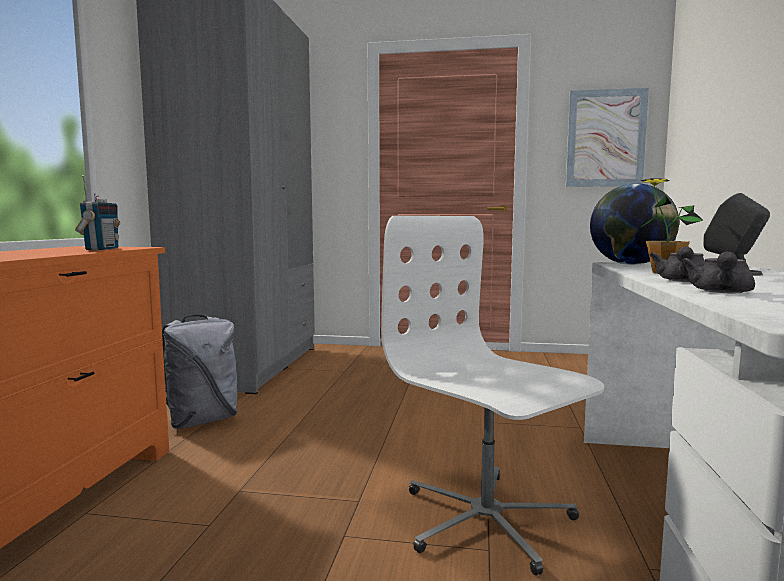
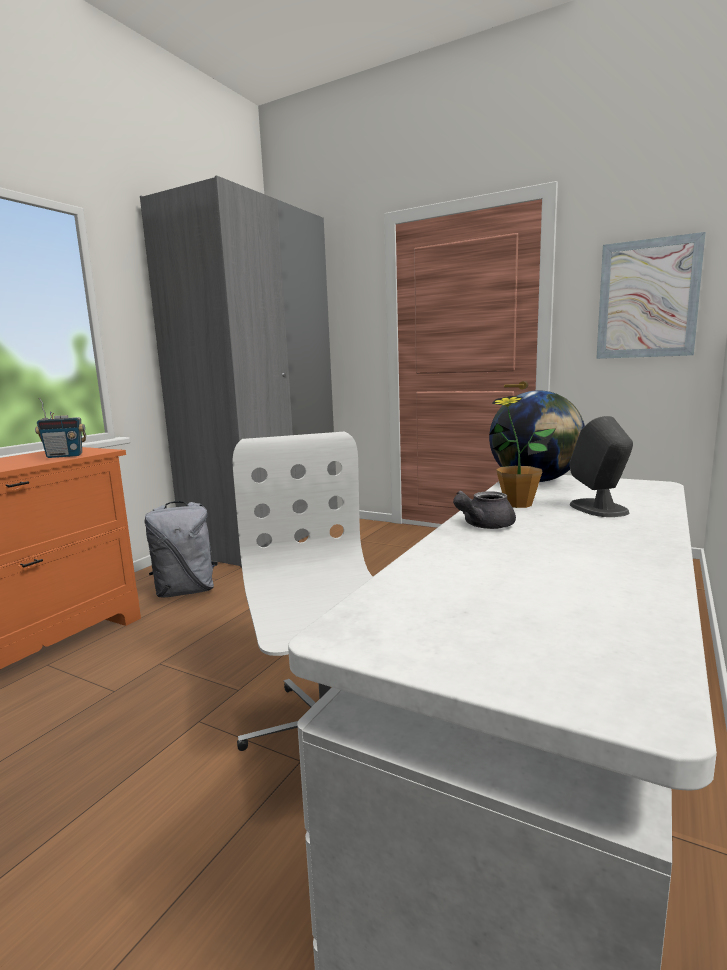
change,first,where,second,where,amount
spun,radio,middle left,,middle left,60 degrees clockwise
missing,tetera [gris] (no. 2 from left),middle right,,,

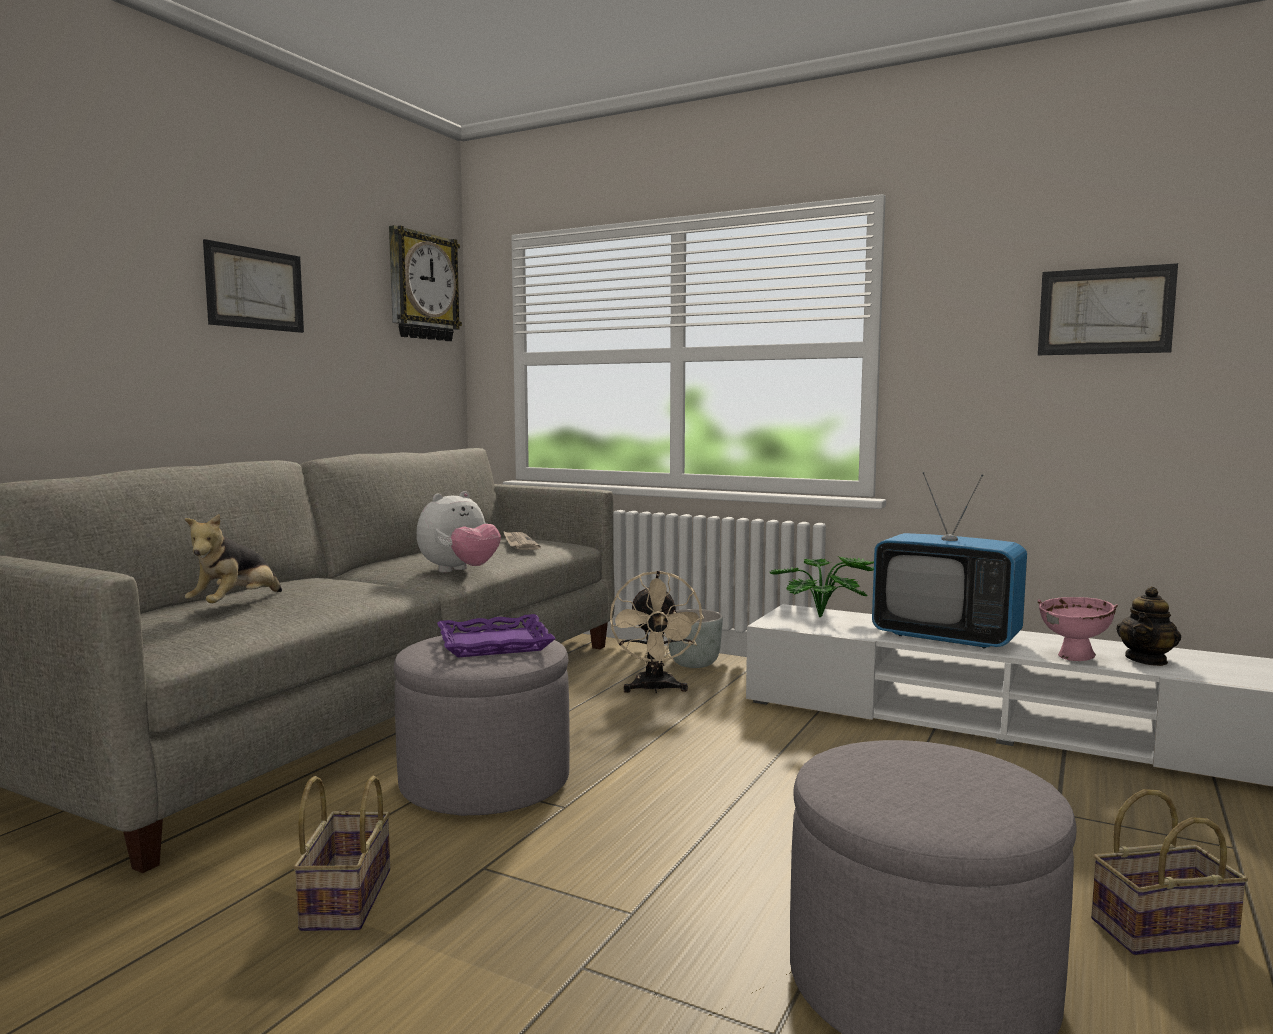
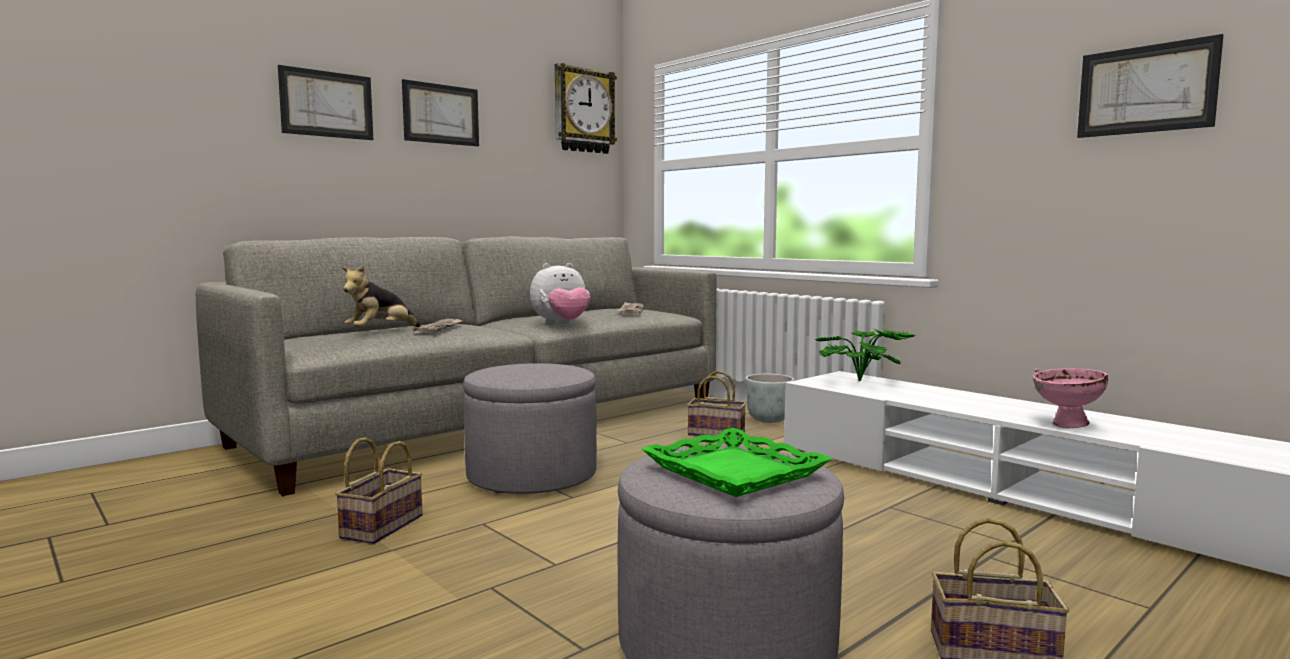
change,first,where,second,where,amount
missing,televisor,middle right,,,
exchanged,ventilador [beis],centre,cesta (no. 2 from left),centre,
missing,tetera,middle right,,,
missing,bandeja [morado],centre,,,
appeared,,,cuadro (no. 1 from left),top left,
appeared,,,periódico (no. 1 from left),centre,
appeared,,,bandeja [verde],bottom centre,

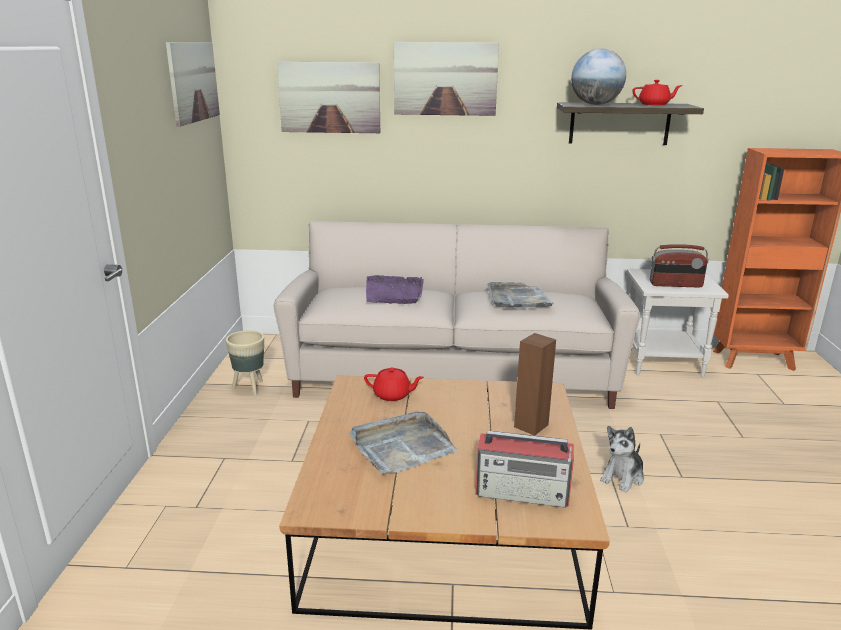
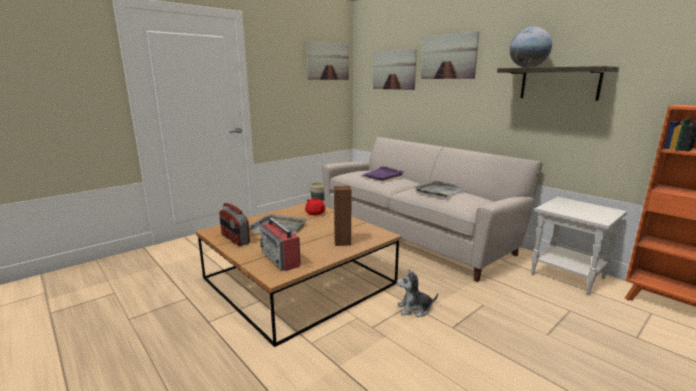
change,first,where,second,where,amount
missing,tetera [rojo] (no. 2 from left),top right,,,
relocated,radio (no. 2 from left in the first image),middle right,radio (no. 1 from left),centre,

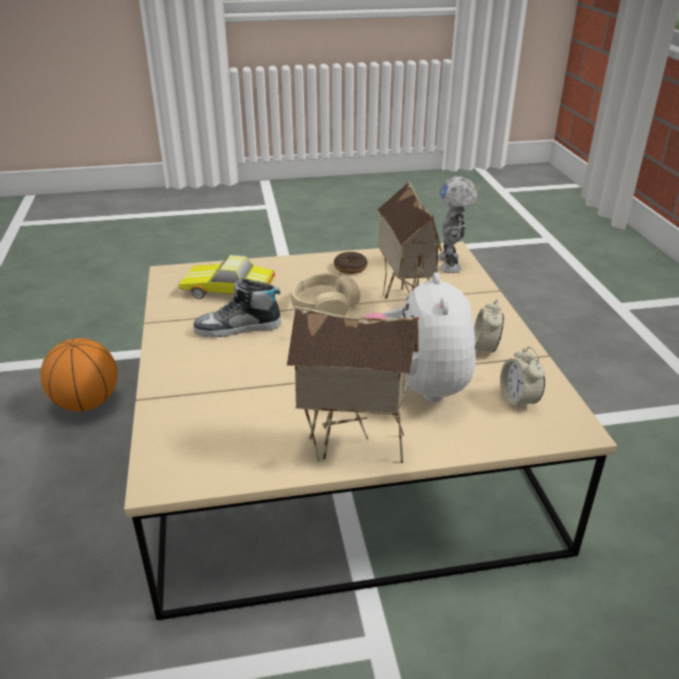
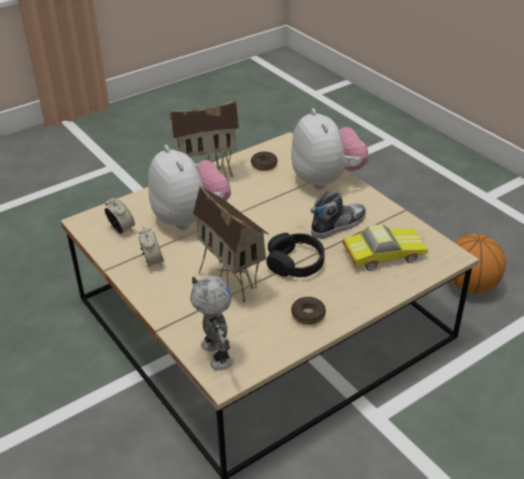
change,first,where,second,where,amount
colour,auriculares [beis],centre,auriculares [negro],centre,
appeared,,,peluche (no. 2 from left),top centre,
appeared,,,rosquilla (no. 1 from left),centre,

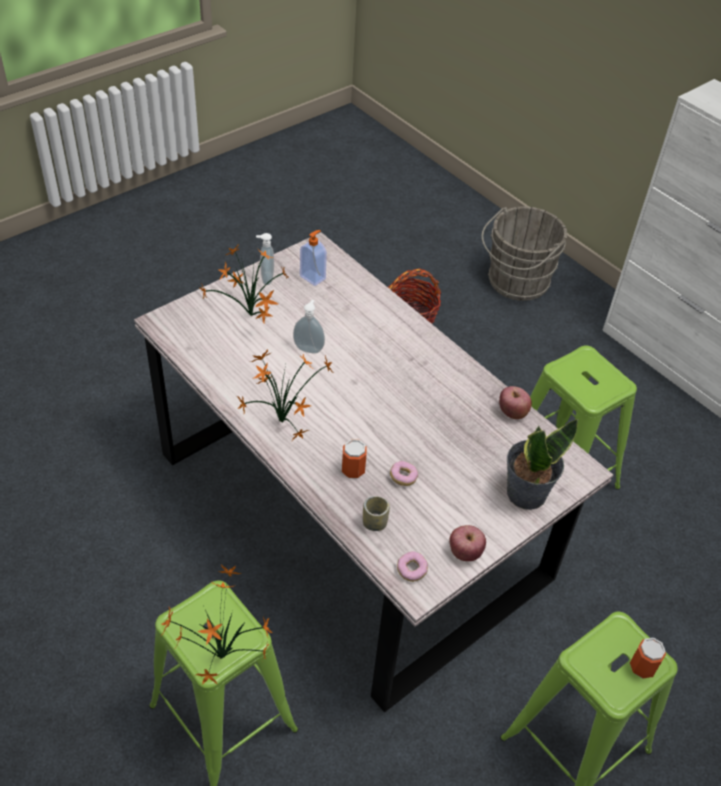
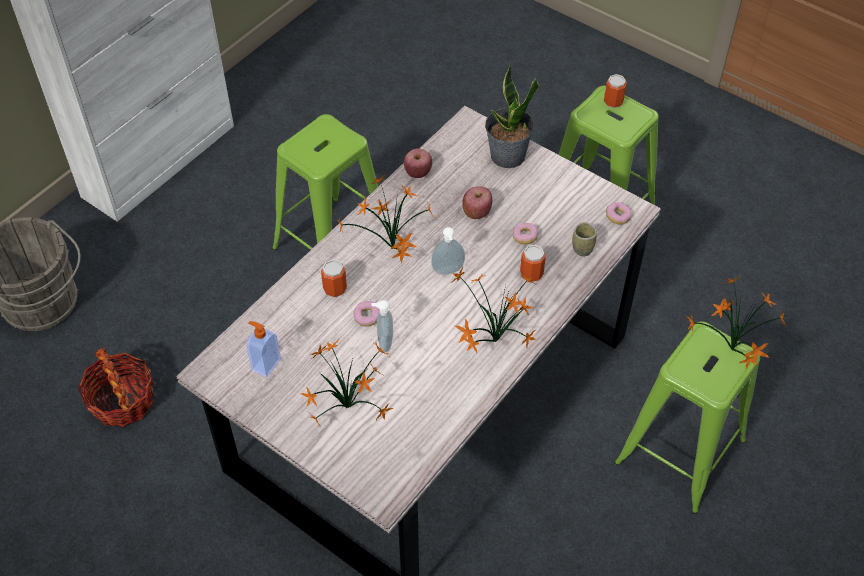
change,first,where,second,where,amount
relocated,dispensador de jabón (no. 1 from left in the first image),top centre,dispensador de jabón (no. 3 from left),centre,
relocated,manzana (no. 1 from left in the first image),bottom centre,manzana (no. 2 from left),centre,
appeared,,,planta en maceta (no. 2 from left),centre,
appeared,,,lata (no. 1 from left),centre,
appeared,,,rosquilla (no. 1 from left),centre,

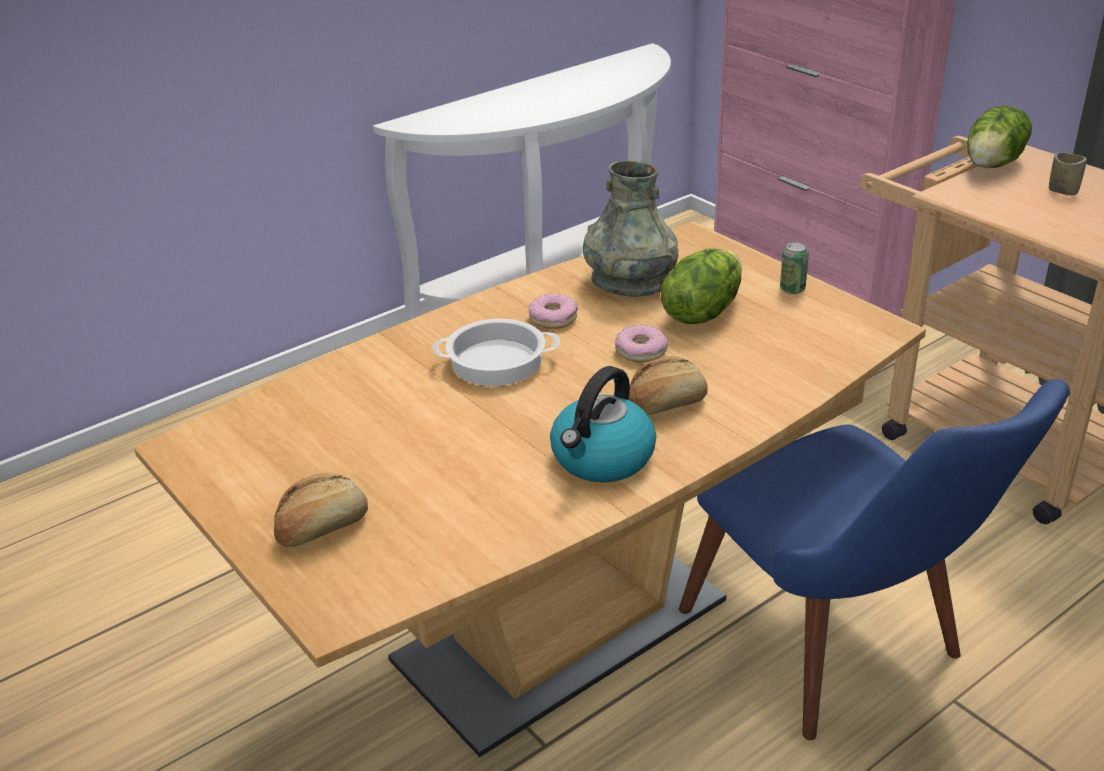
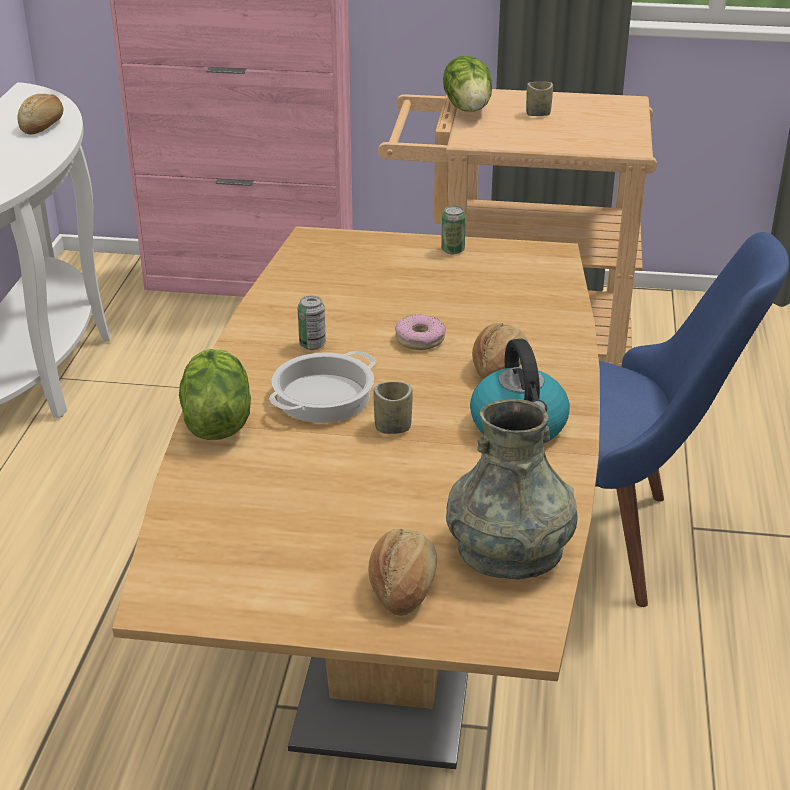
change,first,where,second,where,amount
relocated,florero [gris],top centre,,centre,
relocated,lechuga (no. 1 from left),centre,,middle left,
exchanged,rosquilla (no. 1 from left),centre,lata (no. 1 from left),centre,
appeared,,,pan (no. 1 from left),top left,
appeared,,,taza (no. 1 from left),centre,

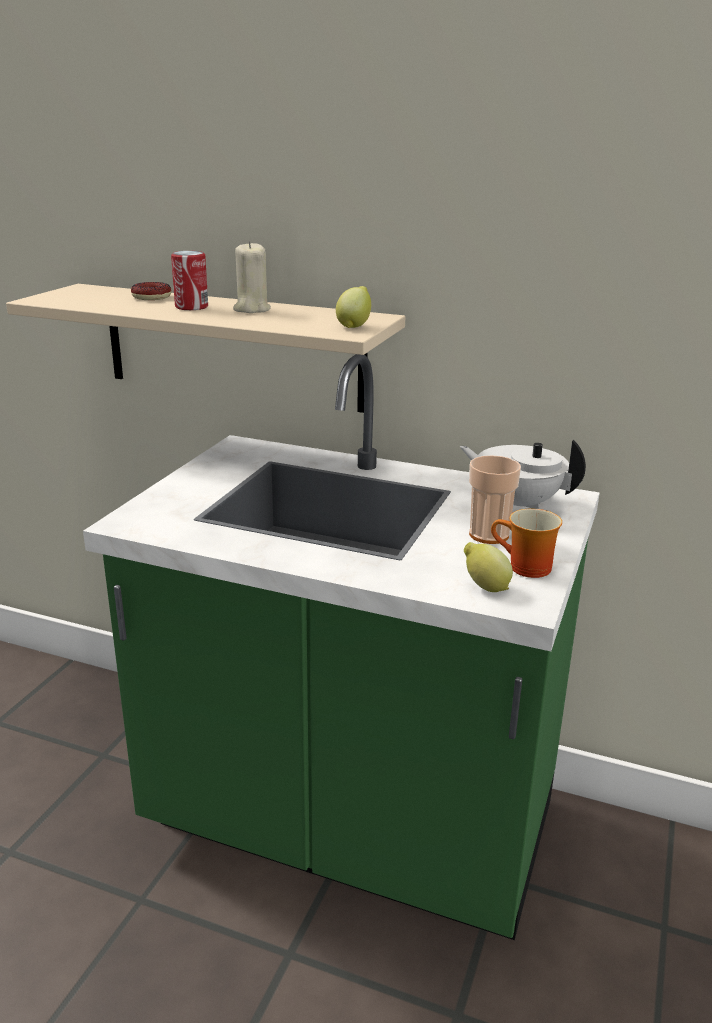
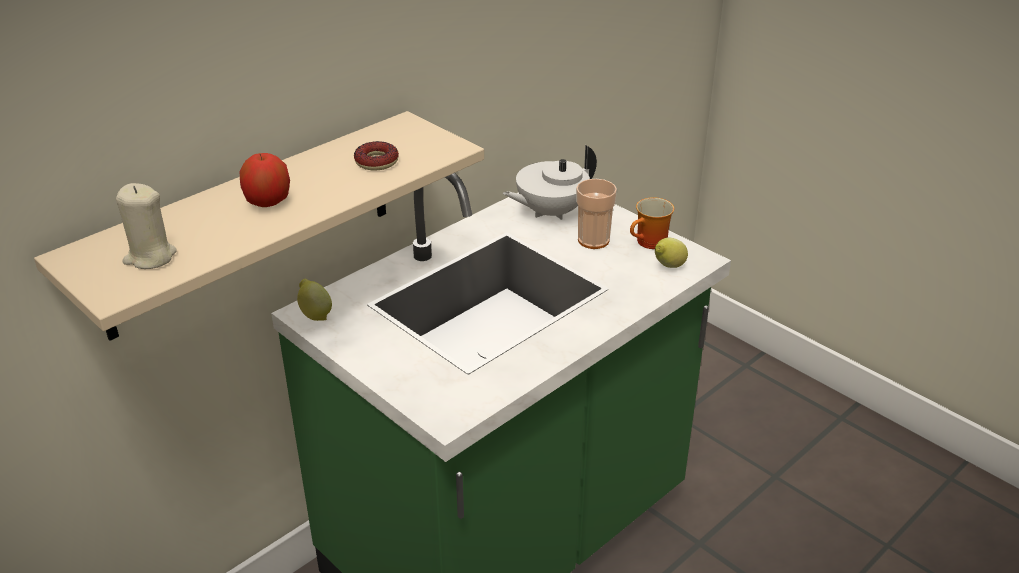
change,first,where,second,where,amount
relocated,vela [beis],top centre,,middle left,
exchanged,lata,top left,manzana,top left,
relocated,rosquilla,top left,,top centre,
relocated,limón (no. 1 from left),top centre,,middle left,

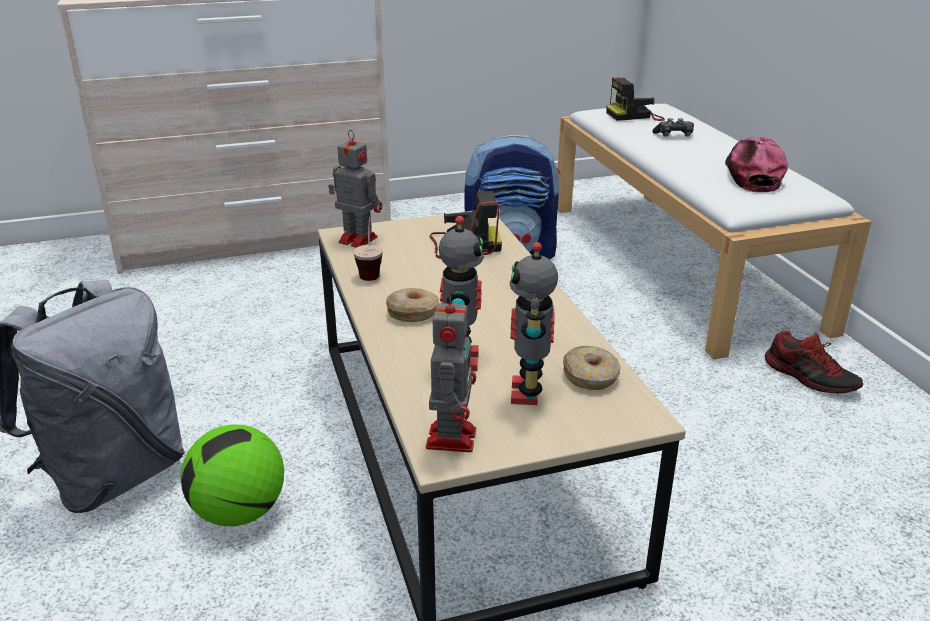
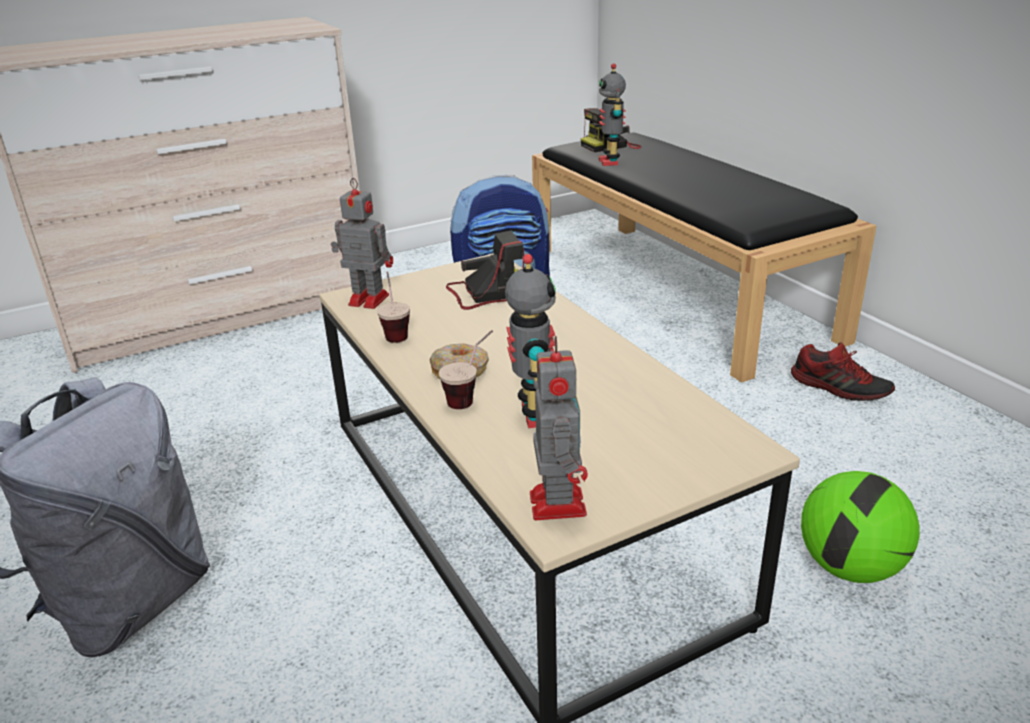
change,first,where,second,where,amount
colour,banco [blanco],middle right,banco [negro],middle right,
missing,mando de consola,top right,,,
missing,gorra,top right,,,
relocated,robot de juguete (no. 4 from left),centre,,top centre,
missing,rosquilla (no. 2 from left),centre,,,
relocated,balón de fútbol,bottom left,,bottom right,
appeared,,,taza (no. 2 from left),centre,

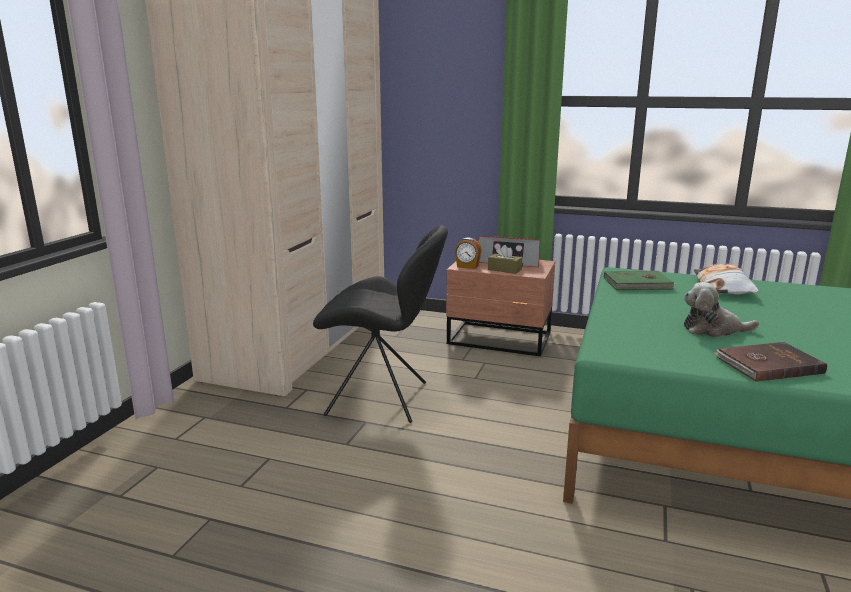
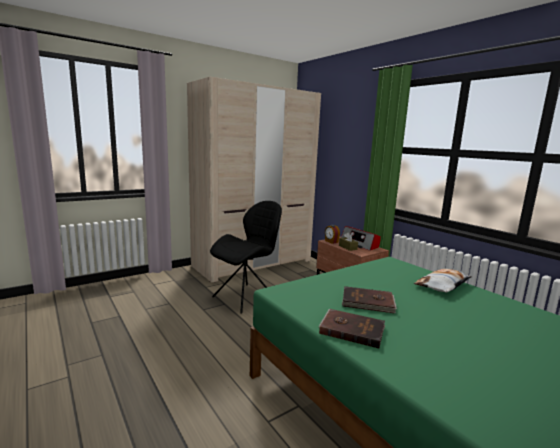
change,first,where,second,where,amount
spun,silla [negro],centre,,centre,90 degrees counterclockwise
missing,libro [verde],middle right,,,
exchanged,peluche,middle right,libro [marrón] (no. 2 from left),bottom centre,

